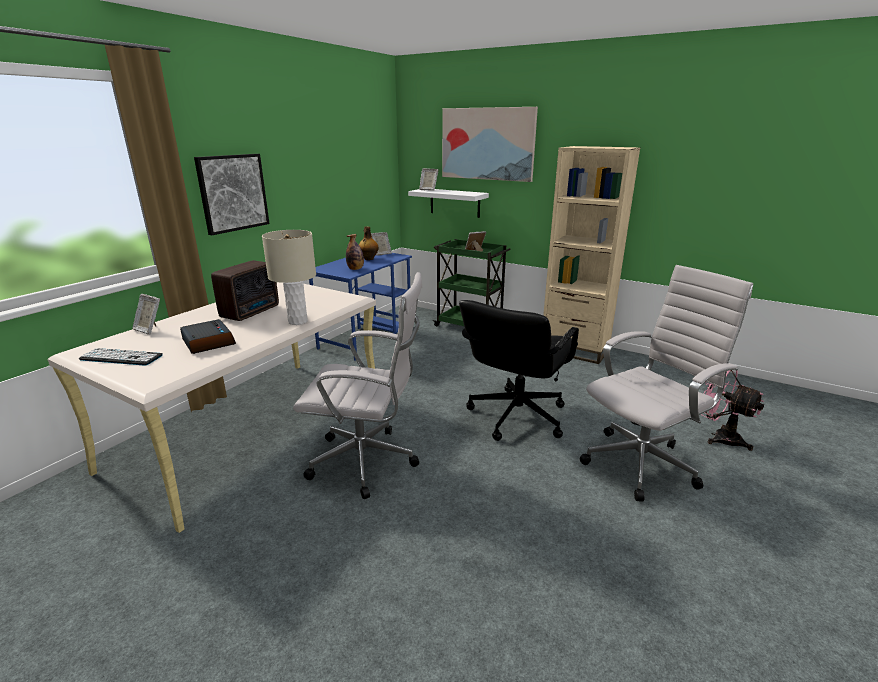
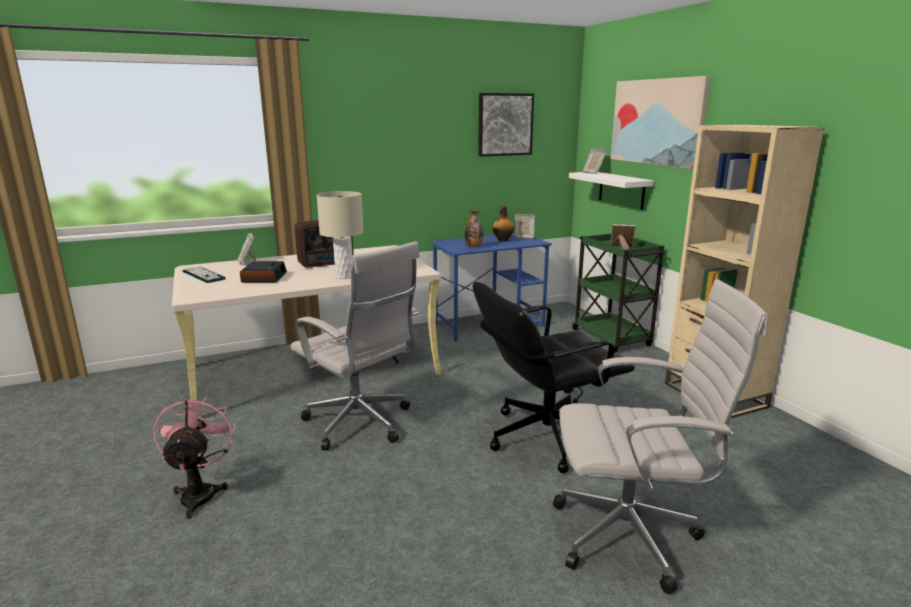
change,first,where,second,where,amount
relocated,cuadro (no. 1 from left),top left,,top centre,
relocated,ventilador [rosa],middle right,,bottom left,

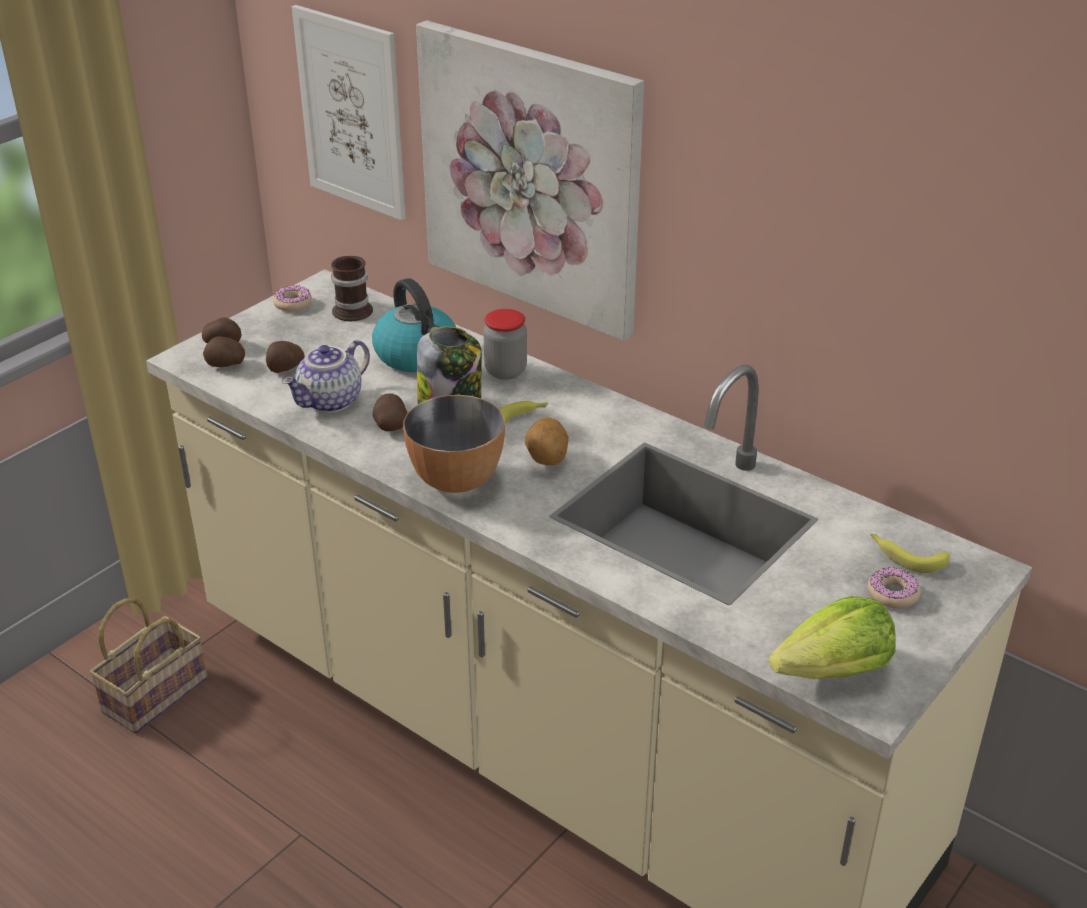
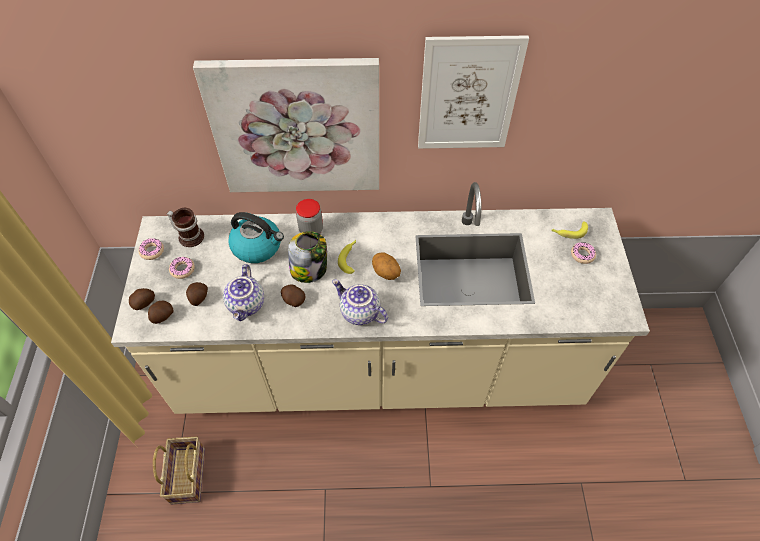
change,first,where,second,where,amount
relocated,cuadro (no. 1 from left in the first image),top left,cuadro (no. 2 from left),top centre,
exchanged,cuenco,centre,tetera (no. 2 from left),centre,
missing,lechuga,bottom right,,,
appeared,,,rosquilla (no. 2 from left),middle left,

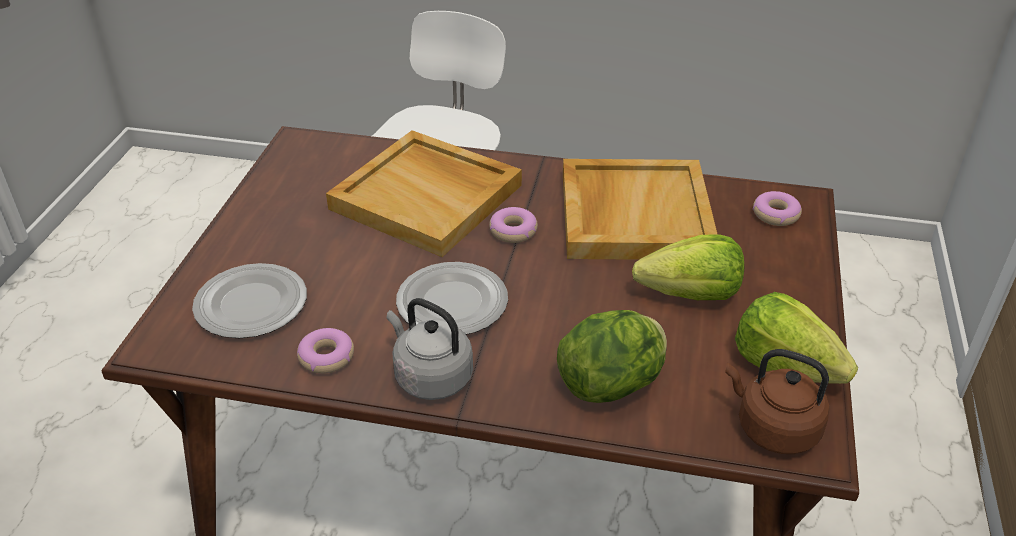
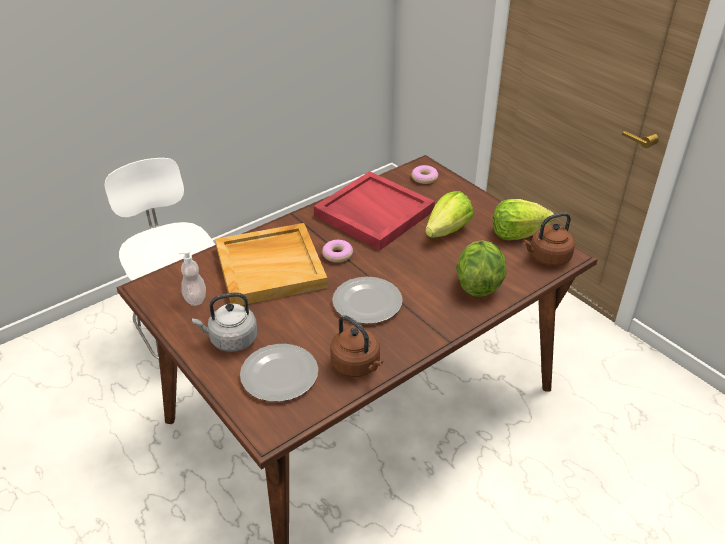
change,first,where,second,where,amount
colour,bandeja [beis] (no. 2 from left),centre,bandeja [rojo],centre,
relocated,hervidor [gris],centre,,middle left,
exchanged,rosquilla (no. 1 from left),middle left,hervidor [marrón] (no. 1 from left),centre,
appeared,,,dispensador de jabón,middle left,

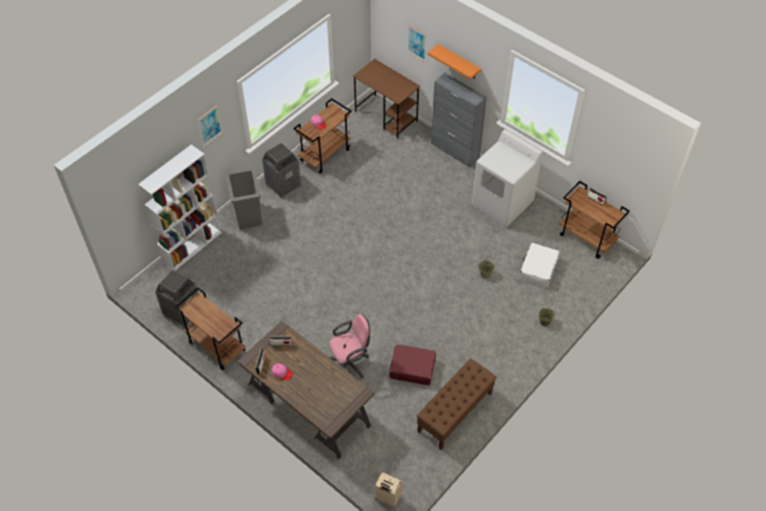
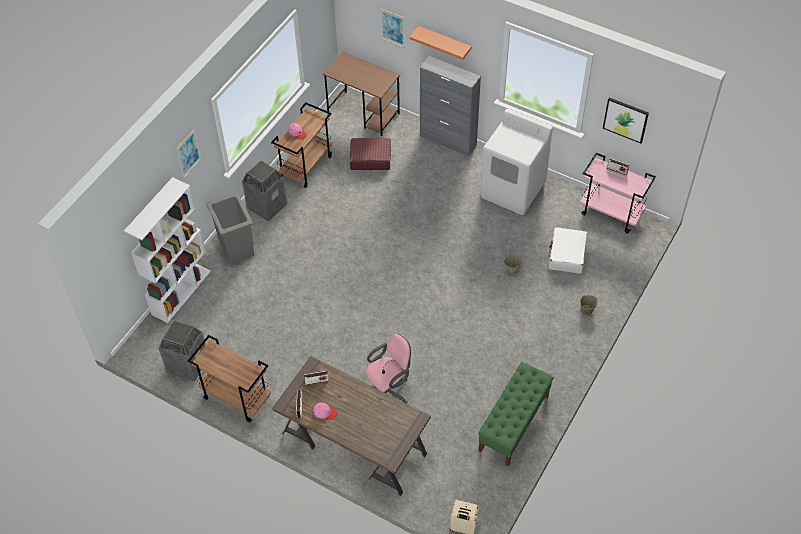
change,first,where,second,where,amount
colour,carrito [marrón] (no. 3 from left),middle right,carrito [rosa],middle right,
relocated,maleta [rojo],bottom centre,,top centre,
colour,banco [marrón],bottom centre,banco [verde],bottom centre,
appeared,,,cuadro (no. 3 from left),top right,

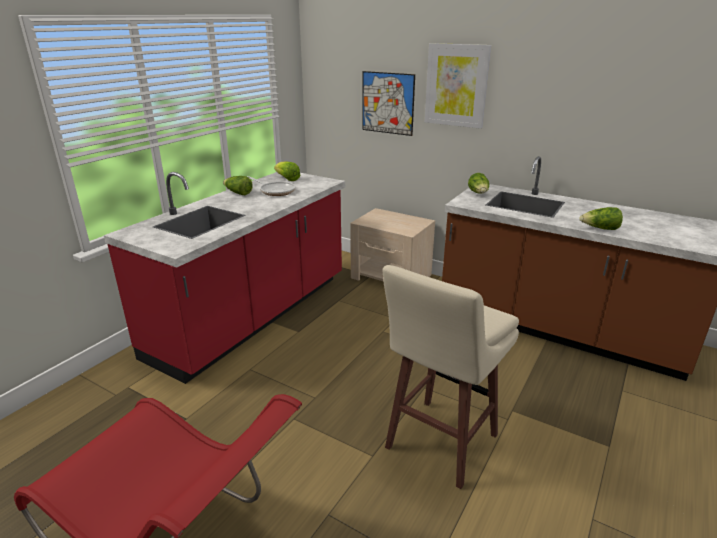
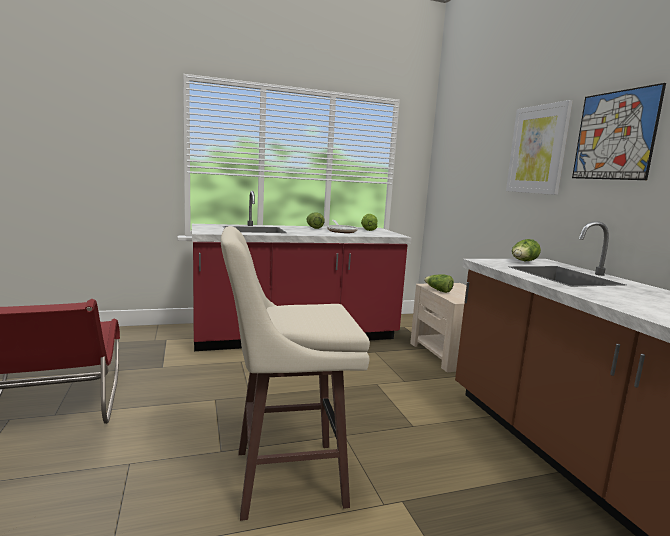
change,first,where,second,where,amount
relocated,cuadro (no. 1 from left in the first image),top centre,cuadro (no. 2 from left),top right,
relocated,lechuga (no. 4 from left in the first image),middle right,lechuga (no. 3 from left),centre,

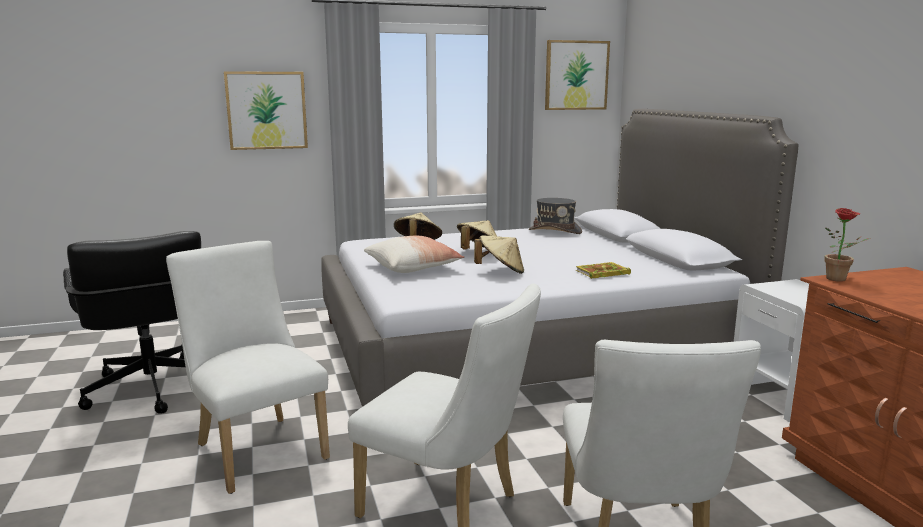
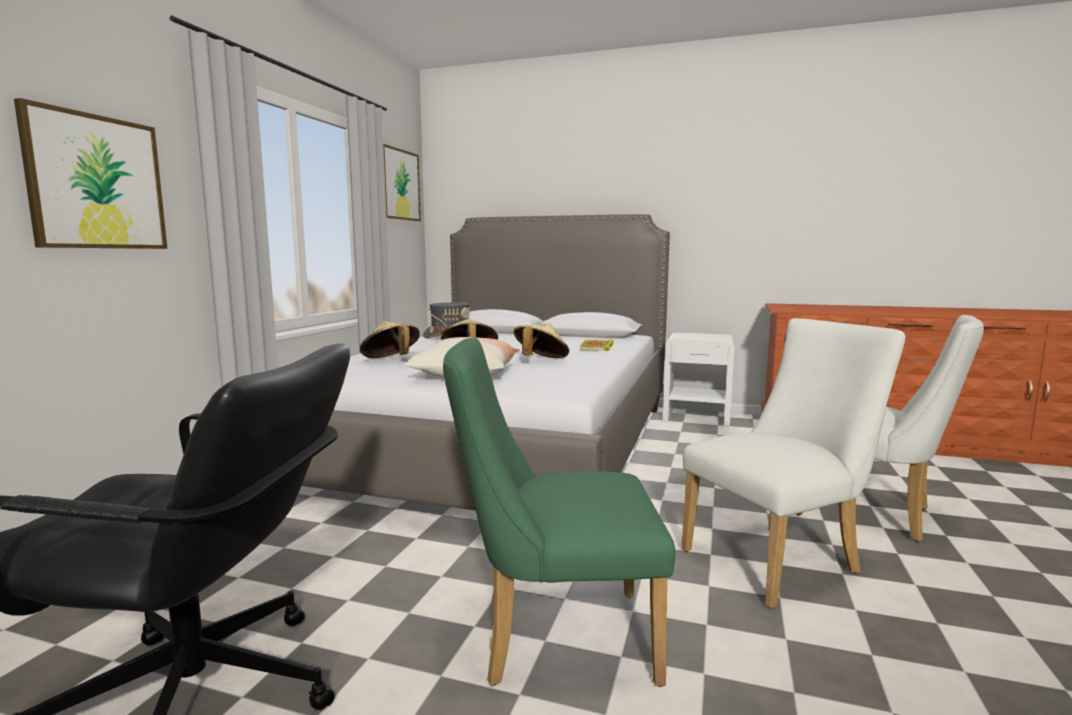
change,first,where,second,where,amount
missing,planta en maceta,middle right,,,
colour,silla [blanco] (no. 1 from left),bottom left,silla [verde],bottom centre,

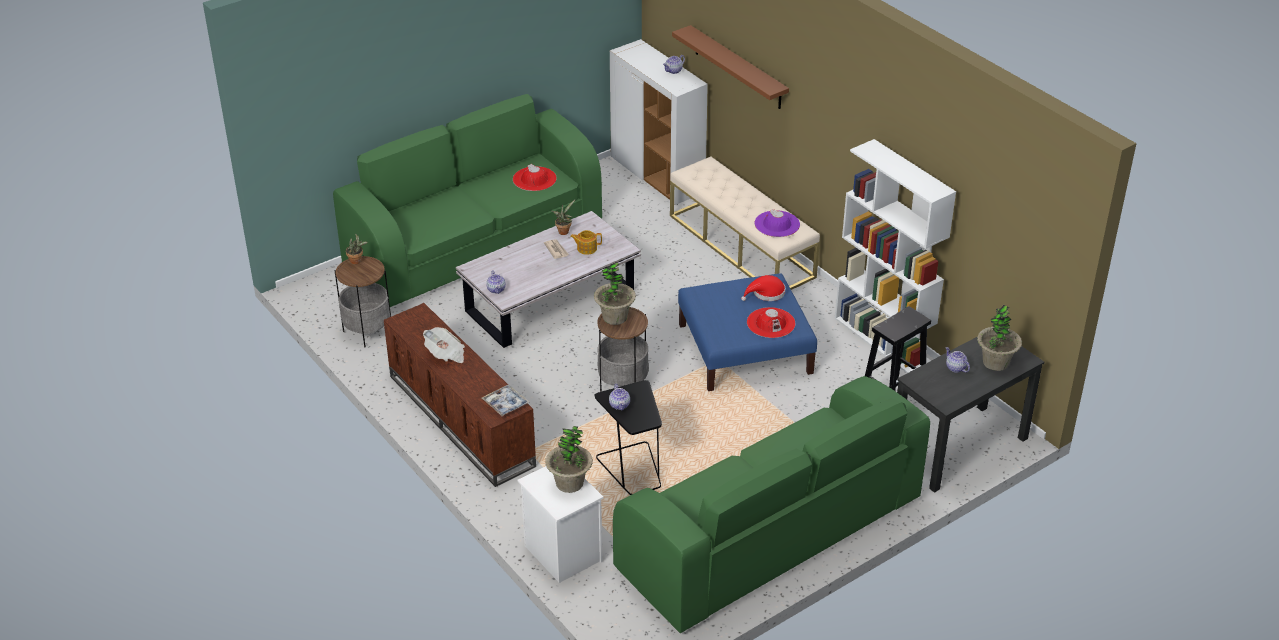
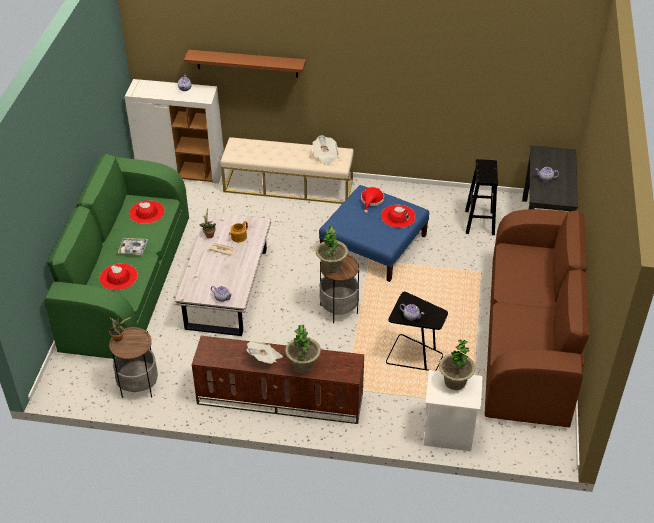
change,first,where,second,where,amount
missing,estantería [blanco],middle right,,,
exchanged,sombrero [morado],centre,periódico (no. 3 from left),top centre,
relocated,planta en maceta (no. 5 from left in the first image),middle right,planta en maceta (no. 3 from left),bottom centre,
colour,sofá [verde] (no. 2 from left),bottom centre,sofá [marrón],middle right,
relocated,bandeja,centre,,middle left,
appeared,,,sombrero [rojo] (no. 1 from left),middle left,

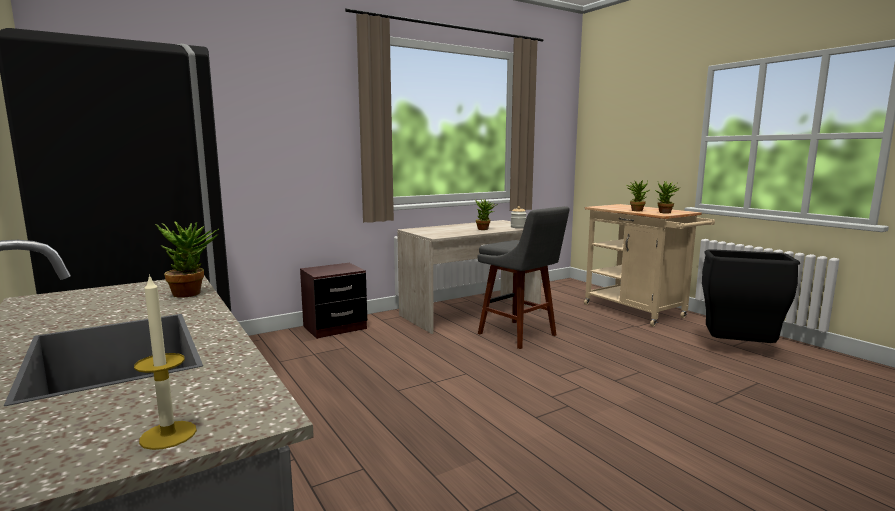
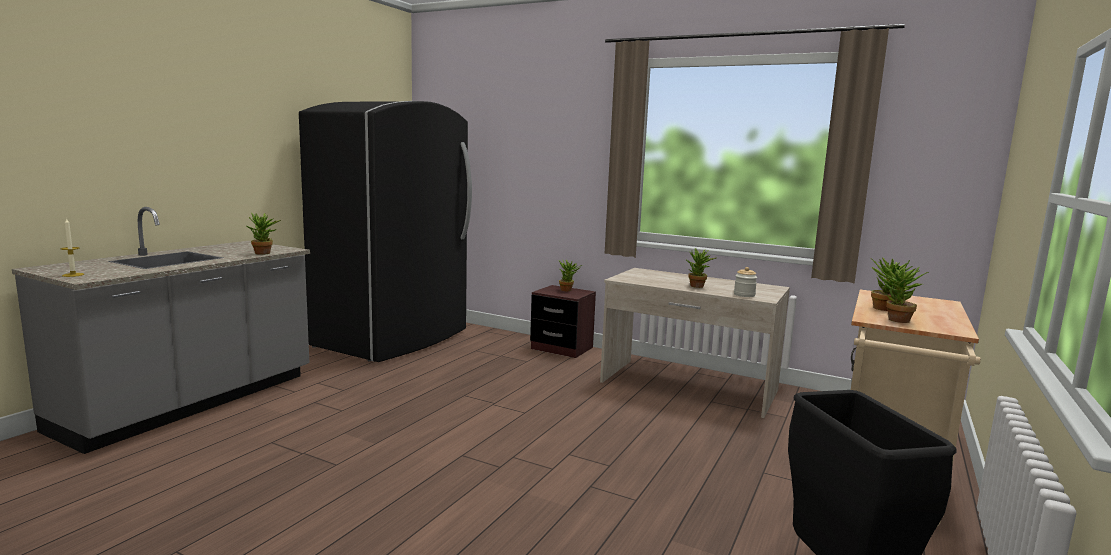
change,first,where,second,where,amount
missing,taburete [gris],centre,,,
appeared,,,planta en maceta (no. 2 from left),centre,

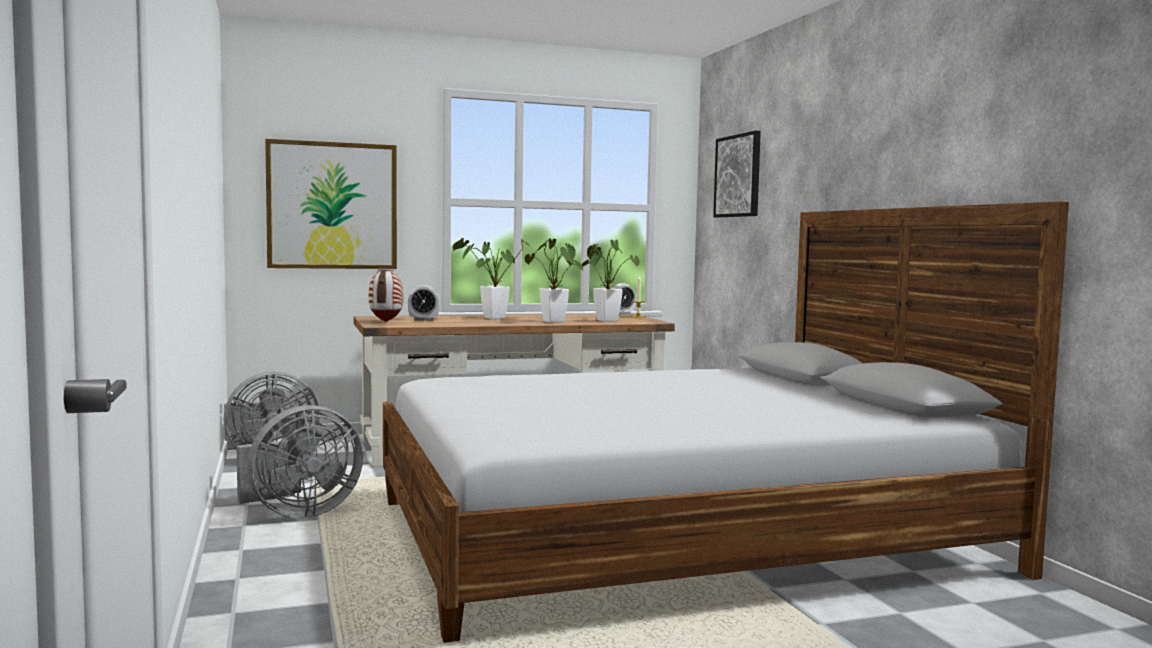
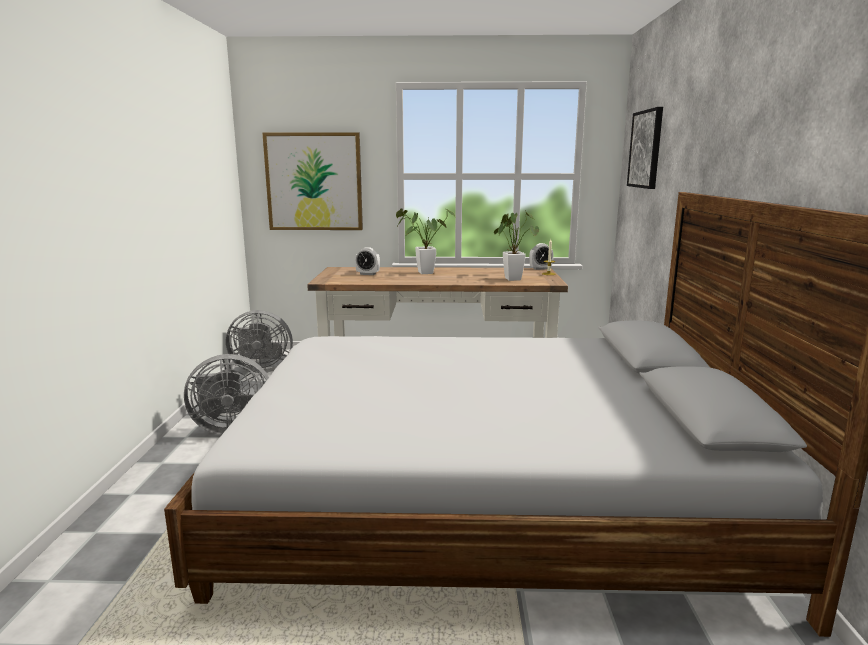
change,first,where,second,where,amount
missing,planta en maceta (no. 2 from left),centre,,,
missing,florero,centre,,,

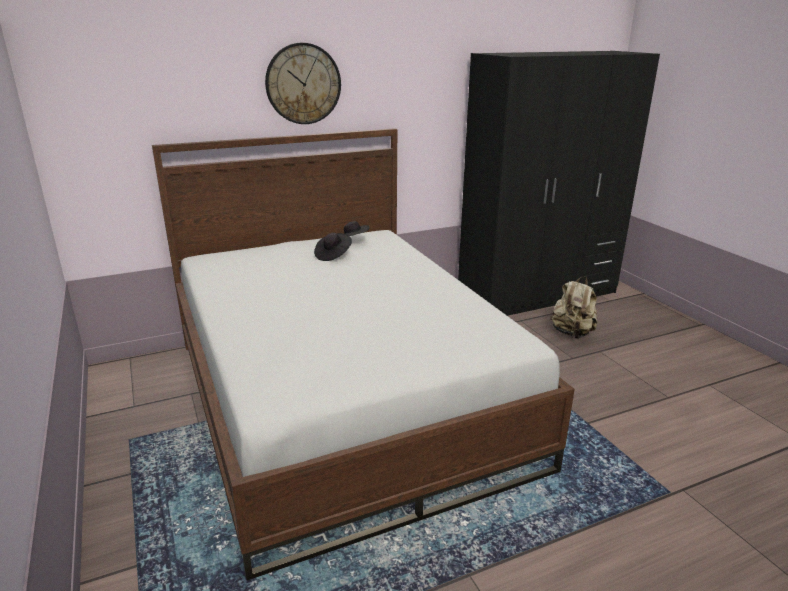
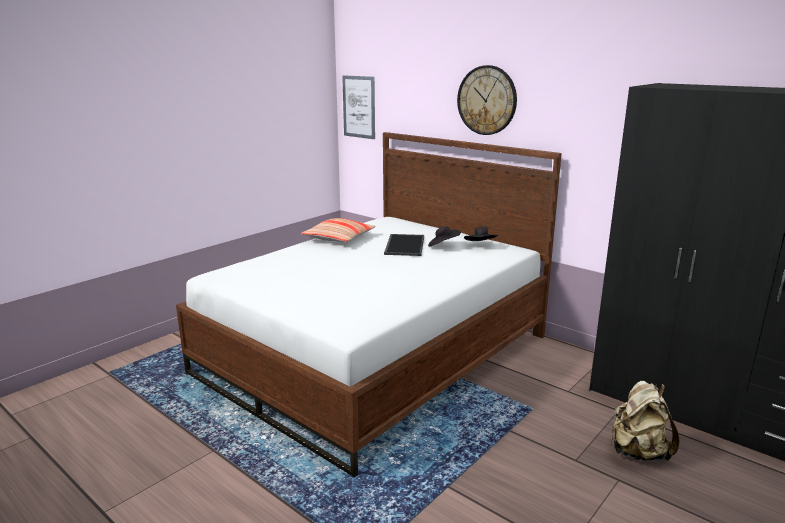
change,first,where,second,where,amount
appeared,,,cuadro,top centre,
appeared,,,cojín,centre,
appeared,,,bandeja,centre,

